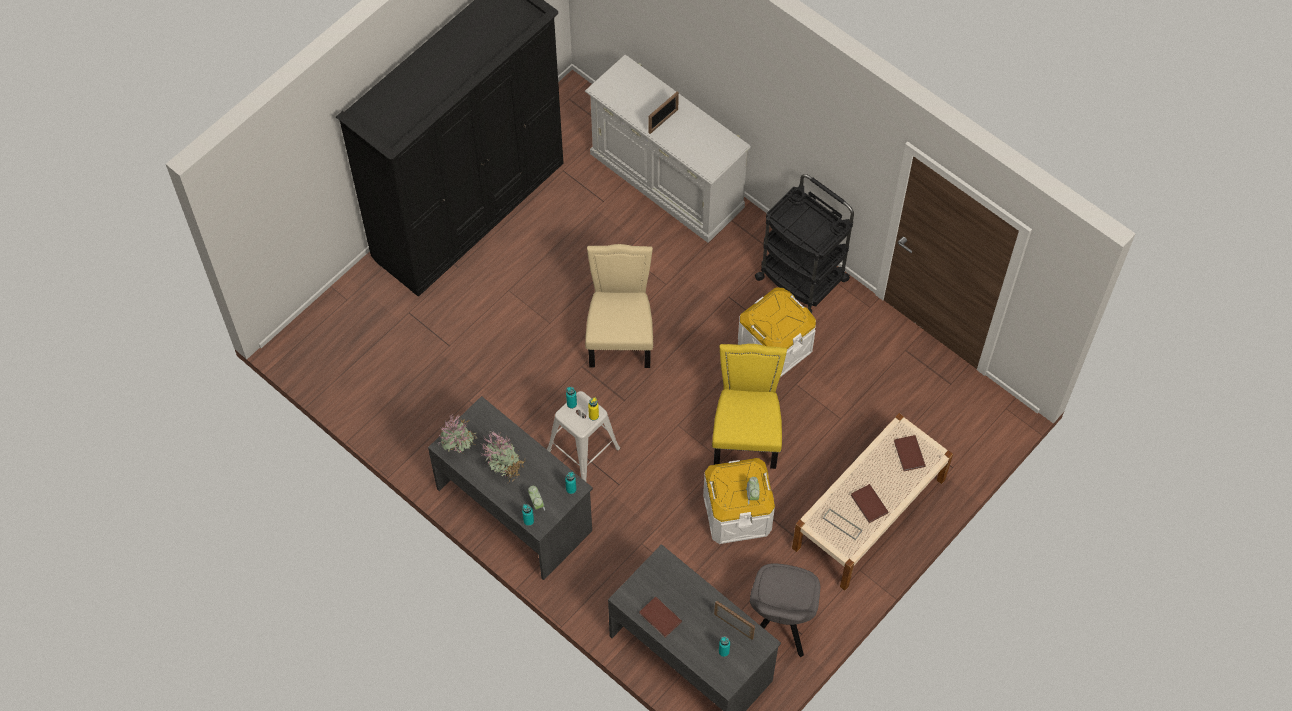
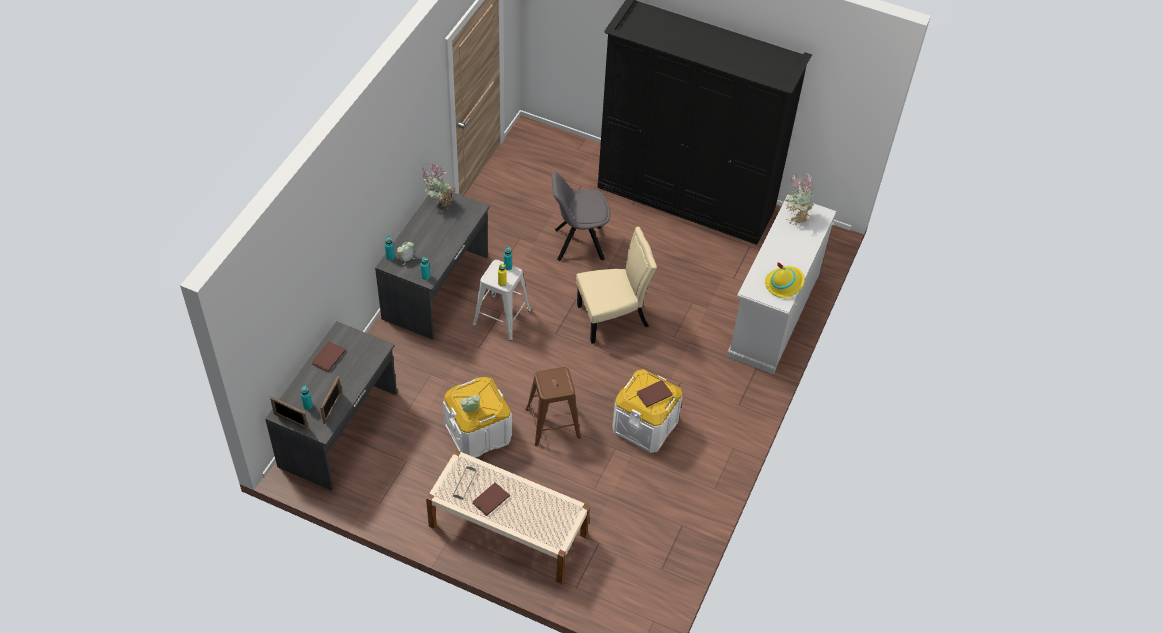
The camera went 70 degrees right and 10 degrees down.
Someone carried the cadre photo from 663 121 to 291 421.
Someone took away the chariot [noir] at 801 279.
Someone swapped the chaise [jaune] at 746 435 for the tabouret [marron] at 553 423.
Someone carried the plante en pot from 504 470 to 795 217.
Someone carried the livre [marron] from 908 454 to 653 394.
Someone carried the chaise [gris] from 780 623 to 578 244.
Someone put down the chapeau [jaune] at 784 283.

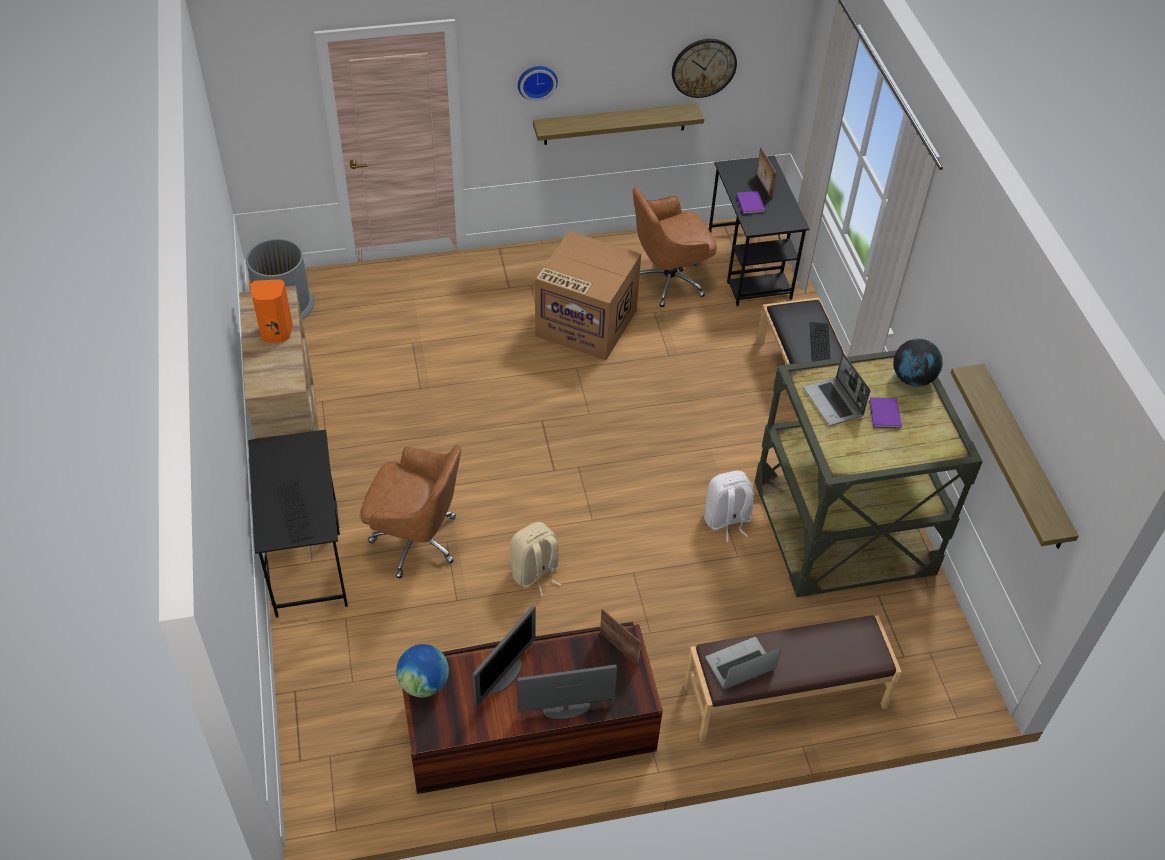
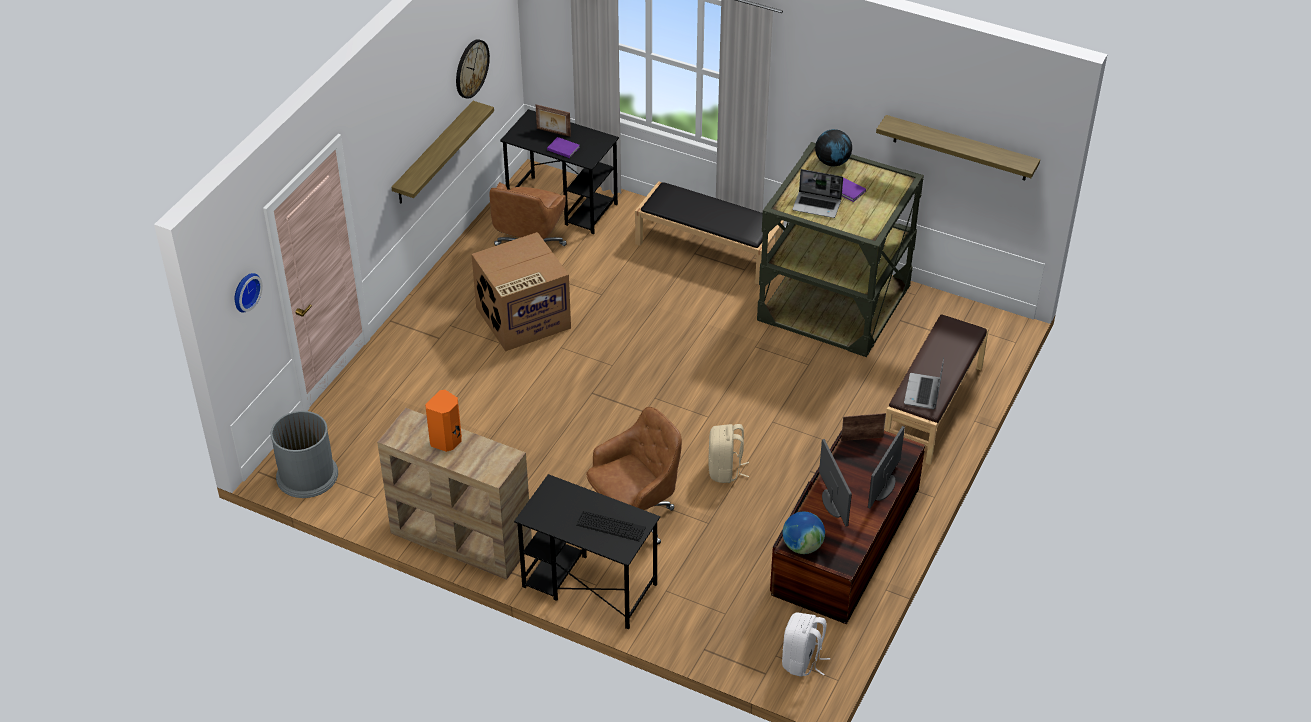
The camera went 50 degrees left and 5 degrees down.
Someone carried the horloge murale from 537 81 to 244 291.
Someone took away the clavier at 820 346.
Someone carried the sac à dos [blanc] from 727 520 to 802 661.

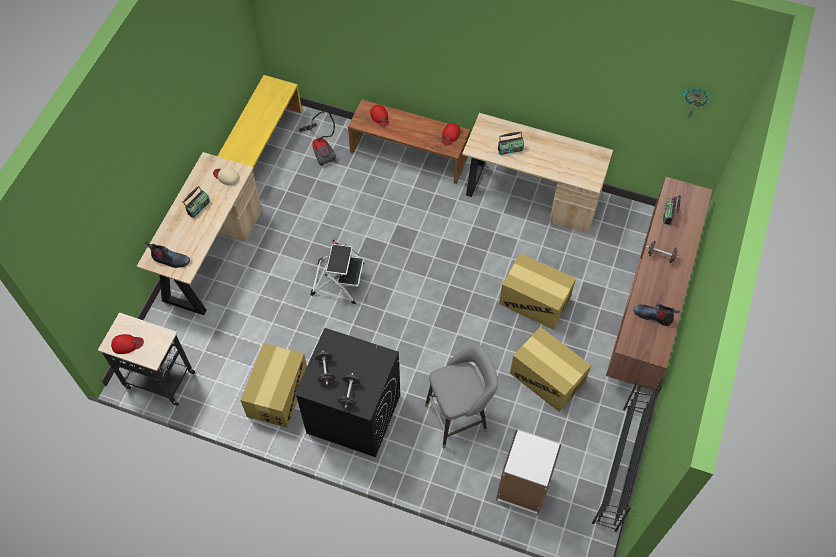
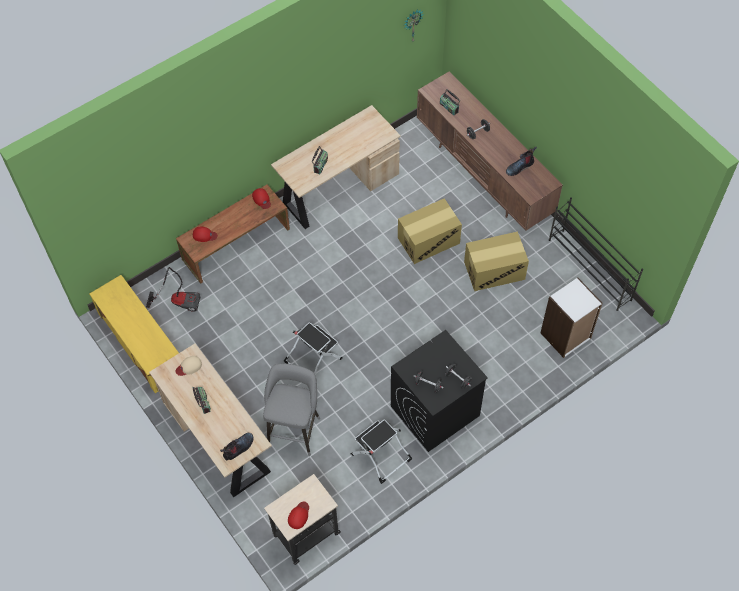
The camera went 55 degrees left and 0 degrees up.
Someone swapped the carton at 277 394 for the escabeau at 381 454.
Someone carried the tabouret [gris] from 459 417 to 295 429.

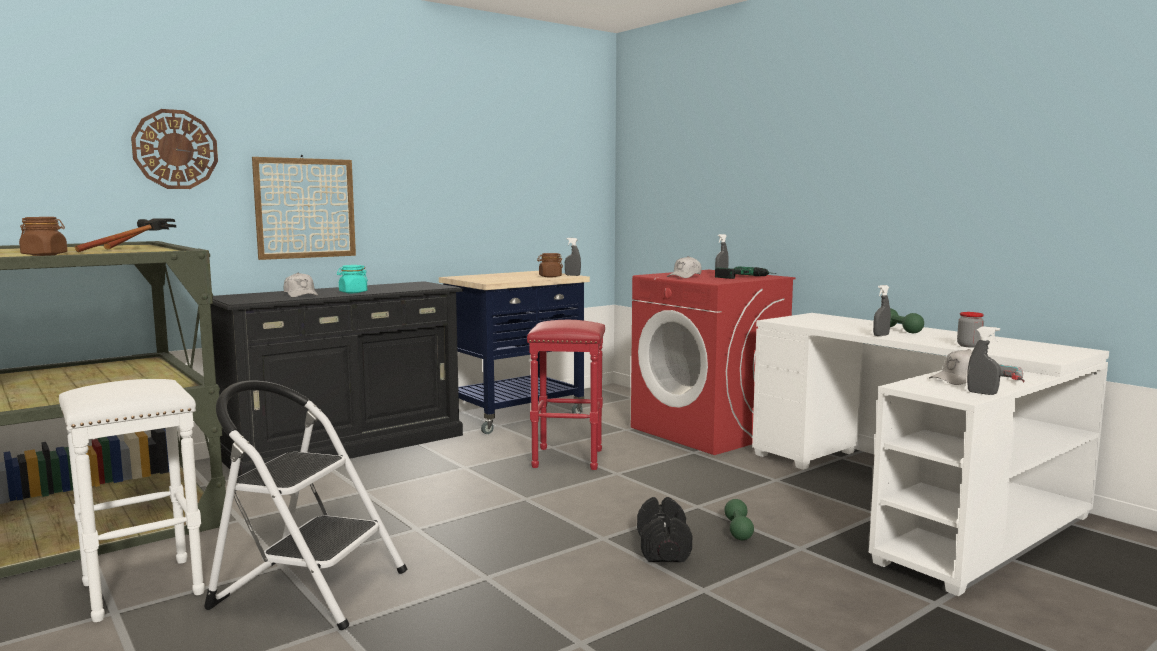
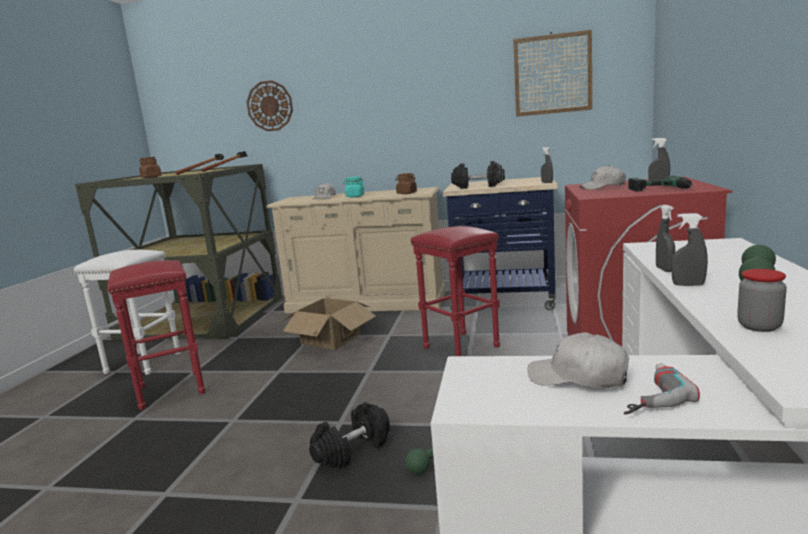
The camera went 50 degrees right and 5 degrees up.
Someone carried the tableau from 305 206 to 552 73.
Someone carried the bocal [marron] from 550 276 to 406 193.
Someone repainted the meuble de rangement [noir] at 347 446, which became the meuble de rangement [beige] at 367 302.
Someone carried the vaporisateur [gris] from 982 393 to 664 270.
Someone swapped the escabeau at 305 589 for the tabouret [rouge] at 172 389.
Someone put down the haltère [noir] at 478 186.
Someone put down the carton at 330 339.

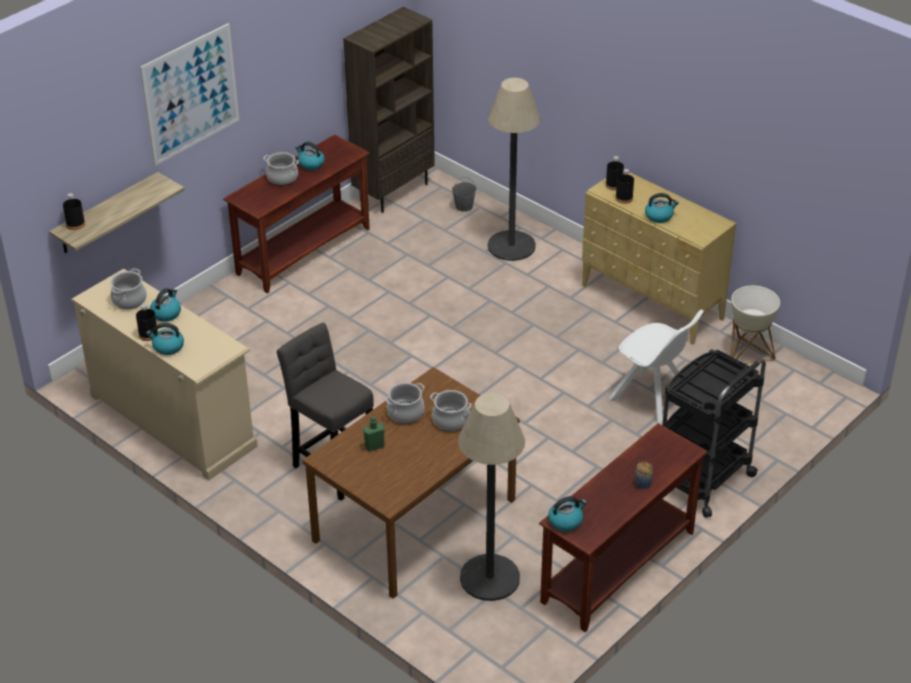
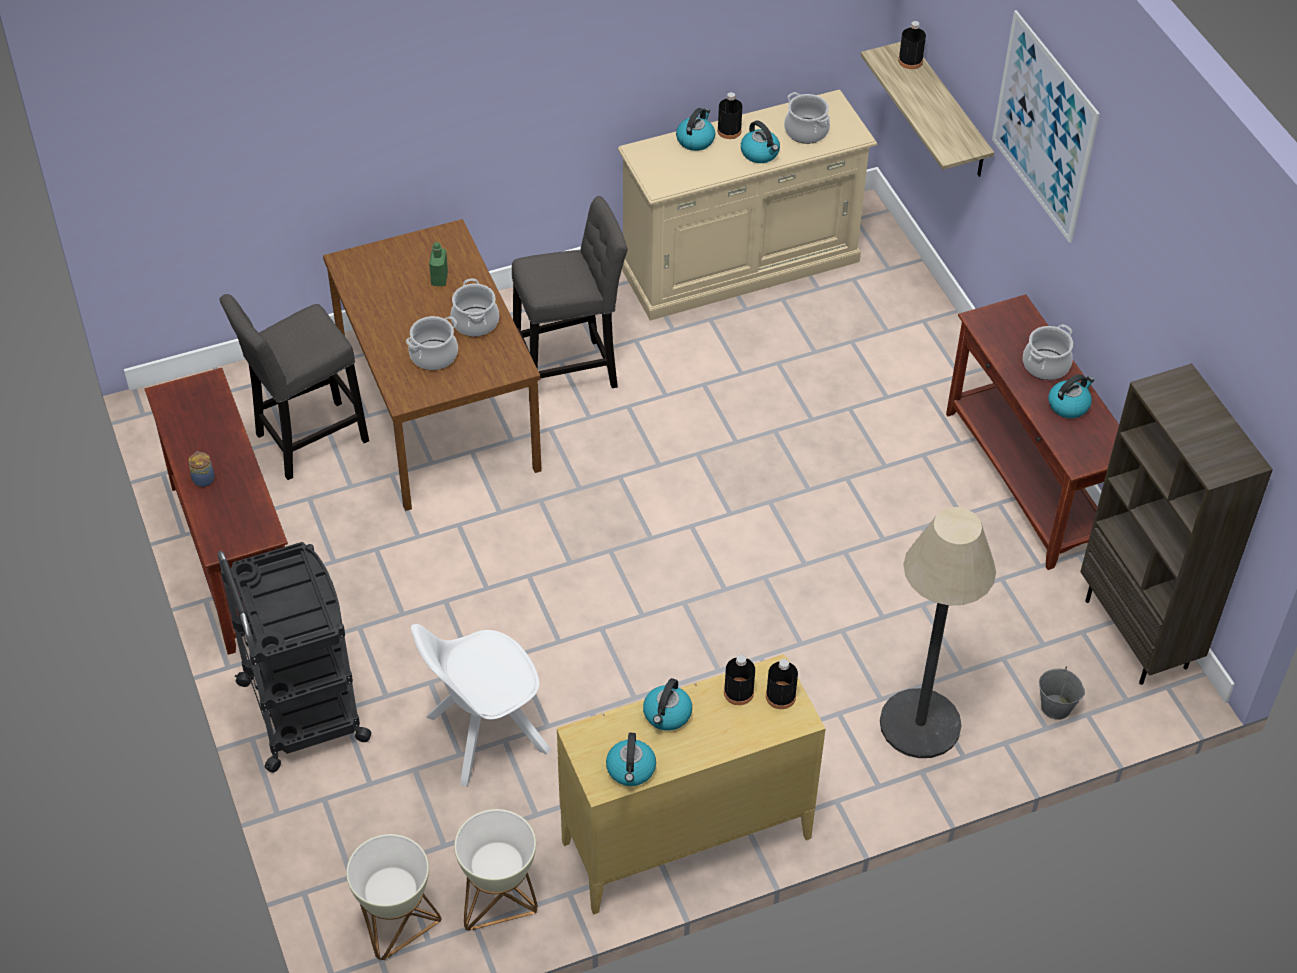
The camera went 115 degrees right and 10 degrees up.
Someone swapped the lampadaire at 489 578 for the tabouret [gris] at 306 441.
Someone carried the bouilloire from 566 521 to 631 770.
Someone put down the cache-pot at 396 926.

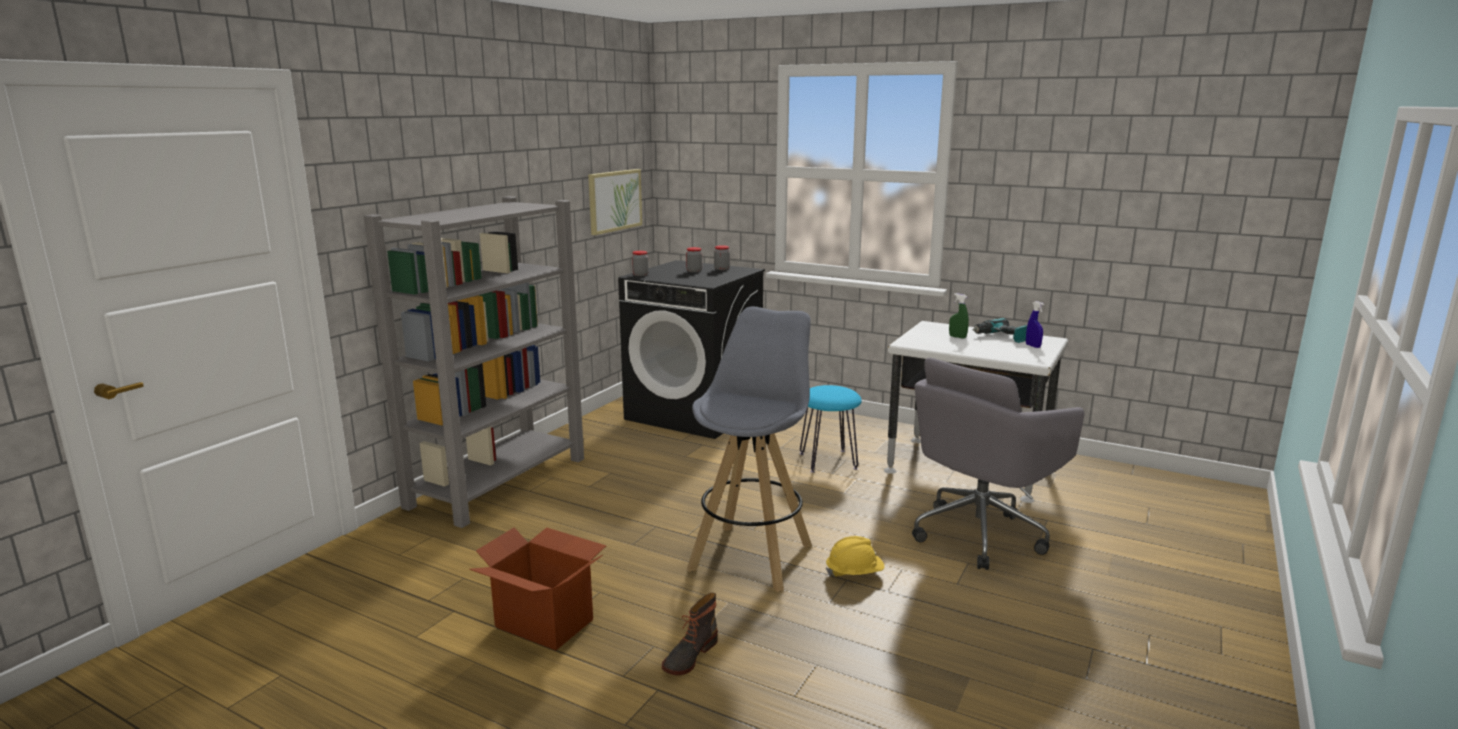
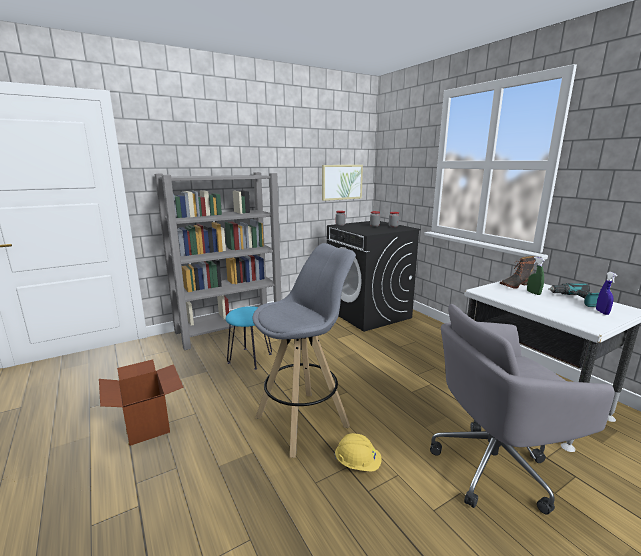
The camera went 30 degrees right and 0 degrees up.
Someone carried the tabouret [turquoise] from 827 461 to 250 358.
Someone carried the botte from 689 656 to 515 284.

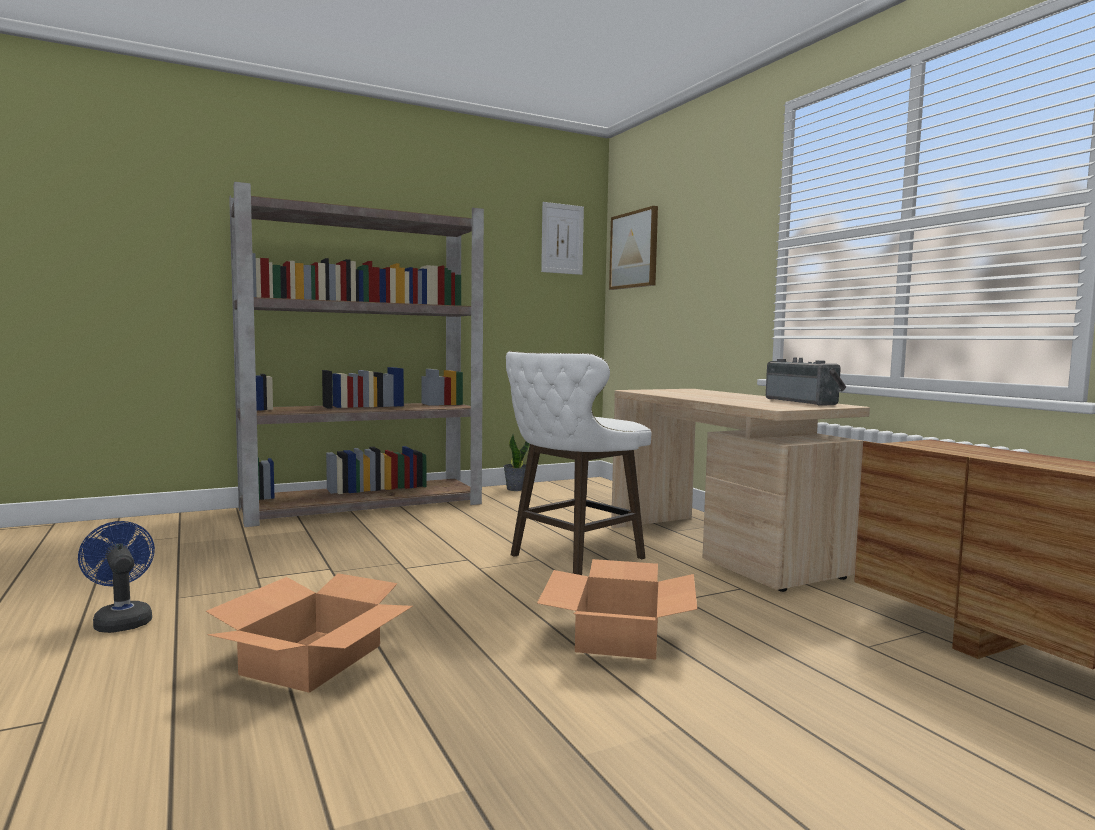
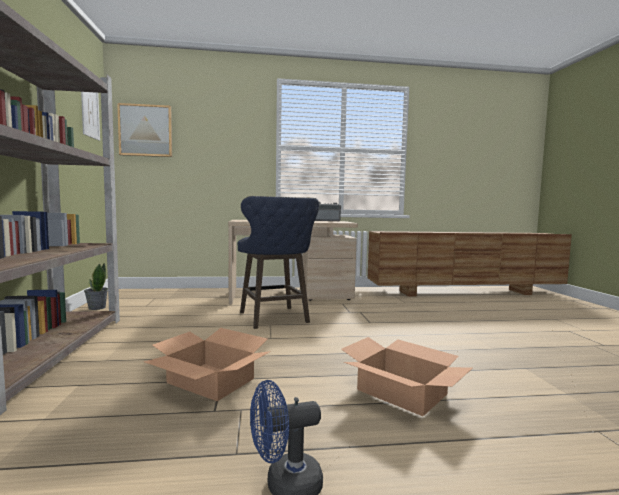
The camera went 70 degrees left and 0 degrees up.
Someone repainted the tabouret [blanc] at 572 558, which became the tabouret [bleu] at 274 318.
Someone carried the carton from 618 634 to 210 381.

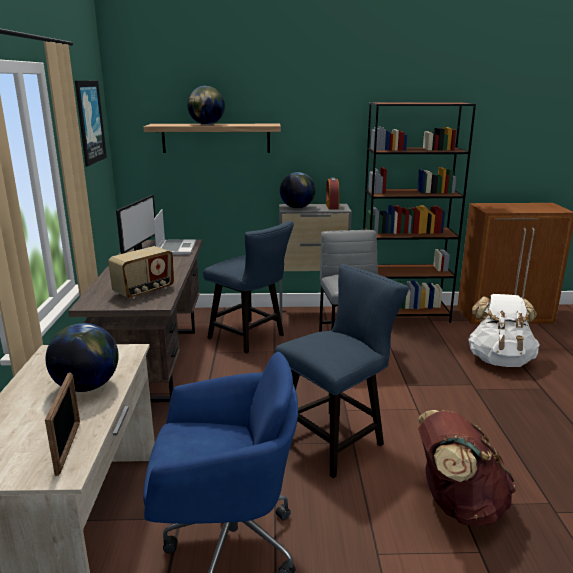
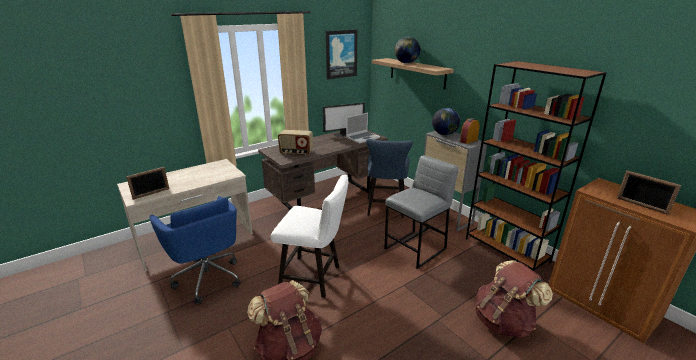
The camera went 55 degrees right and 5 degrees up.
Someone repainted the chaise [bleu] at 336 438, which became the chaise [blanc] at 314 278.
Someone repainted the sac à dos [blanc] at 499 360, which became the sac à dos [marron] at 504 322.
Someone took away the globe at 87 386.
Someone put down the cadre photo at 641 206.

